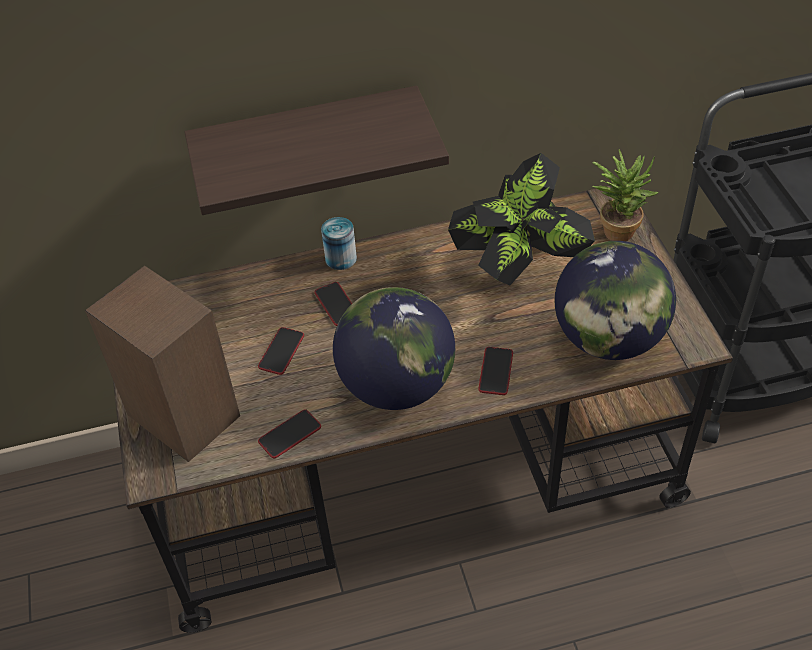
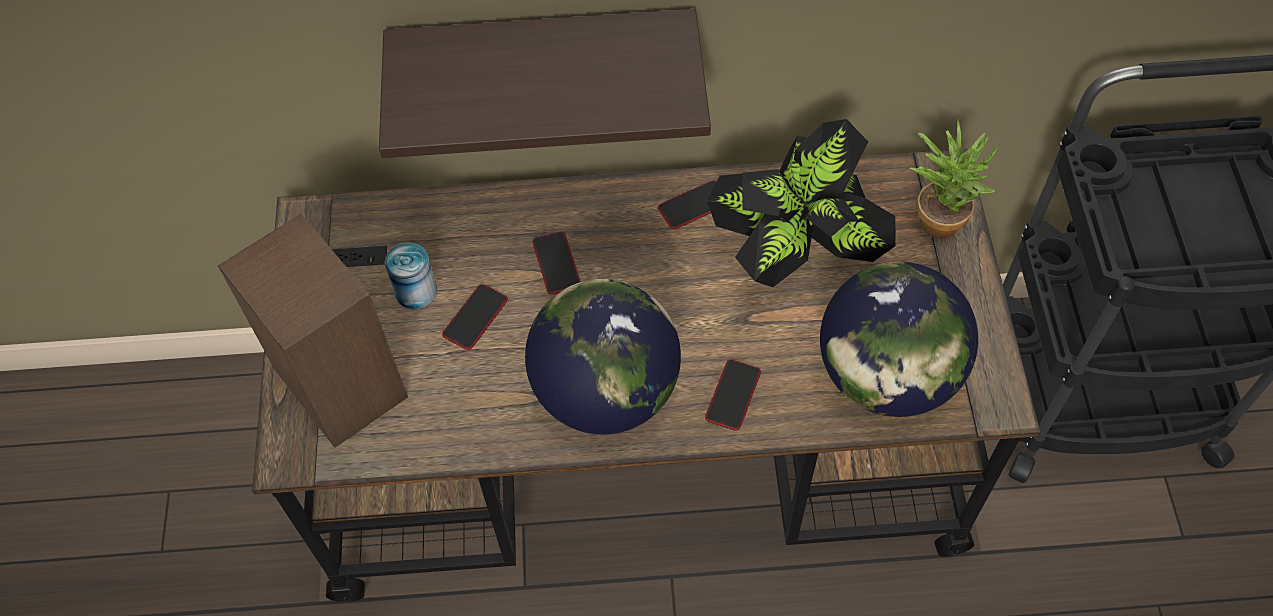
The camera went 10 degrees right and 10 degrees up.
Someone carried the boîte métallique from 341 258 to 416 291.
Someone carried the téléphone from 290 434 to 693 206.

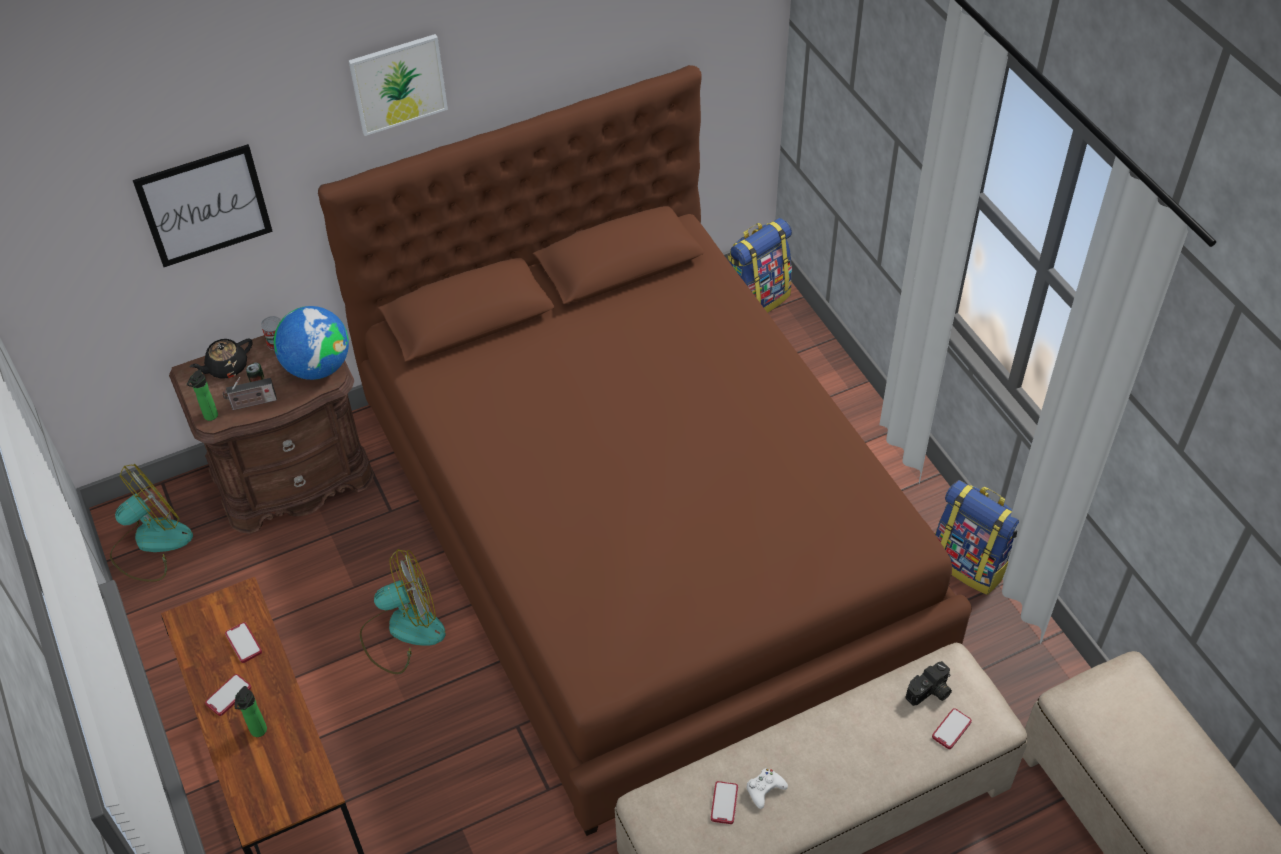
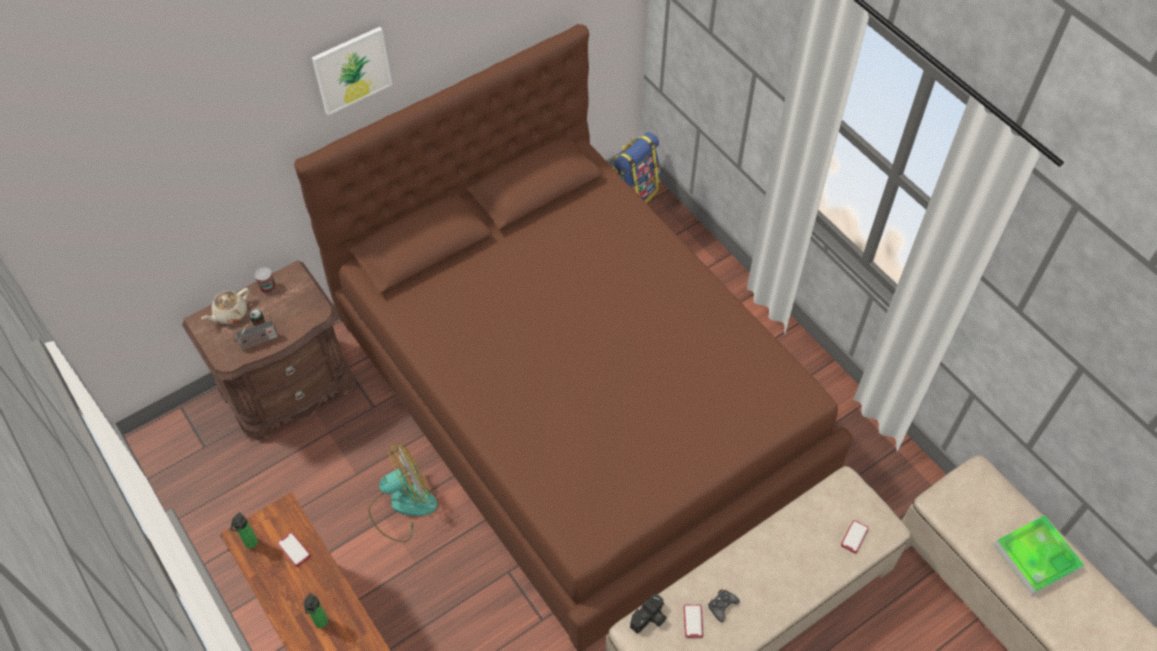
The camera went 10 degrees left and 5 degrees up.
Someone took away the tableau at 204 205.
Someone took away the globe at 317 367.
Someone repainted the théière [noir] at 226 367, which became the théière [beige] at 230 313.
Someone carried the bouteille from 209 417 to 250 544.
Someone took away the ventilateur at 151 543.
Someone took away the sac à dos at 970 563.
Someone carried the appareil photo from 930 692 to 649 619.
Someone took away the téléphone at 228 695.
Someone repainted the manette [blanc] at 764 789, which became the manette [noir] at 722 605.
Someone put down the plateau at 1036 557.

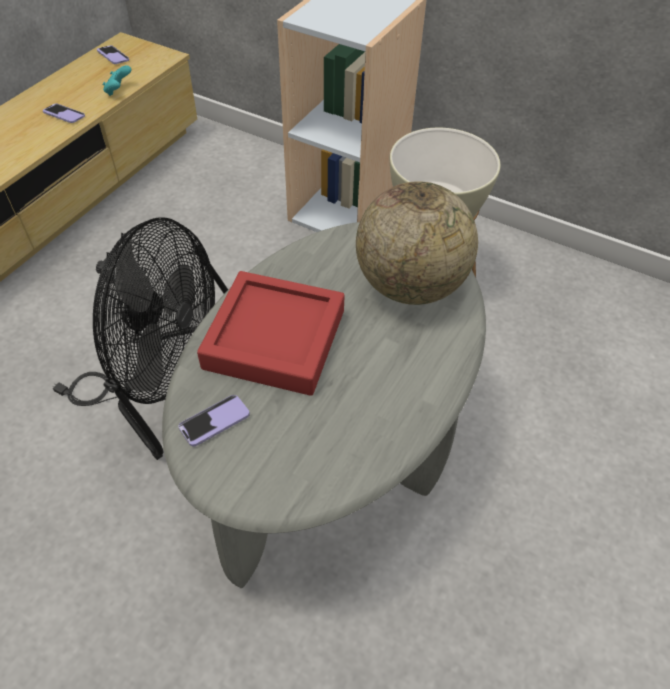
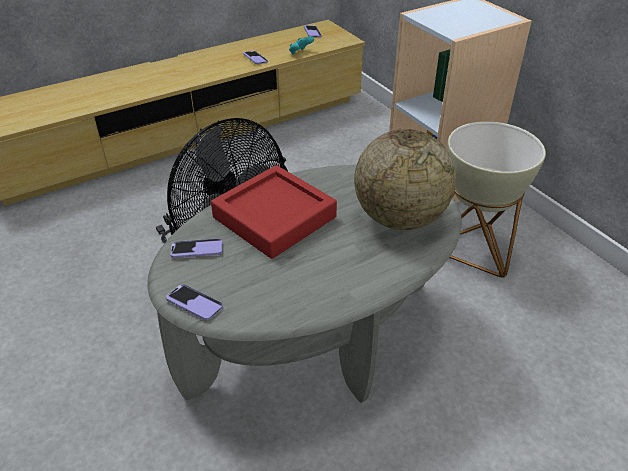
The camera went 30 degrees right and 10 degrees down.
Someone put down the téléphone at 194 303.

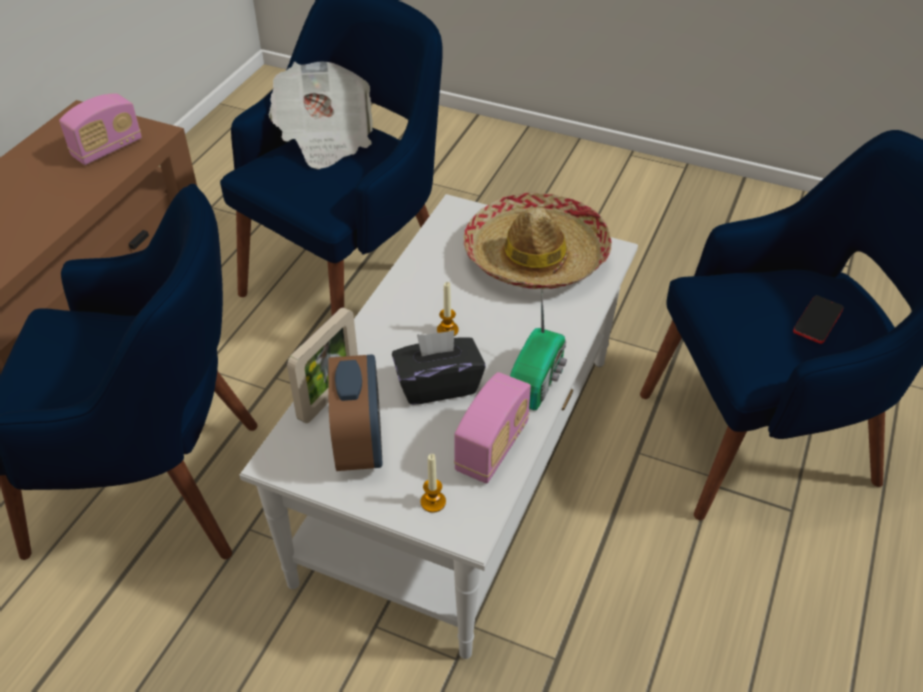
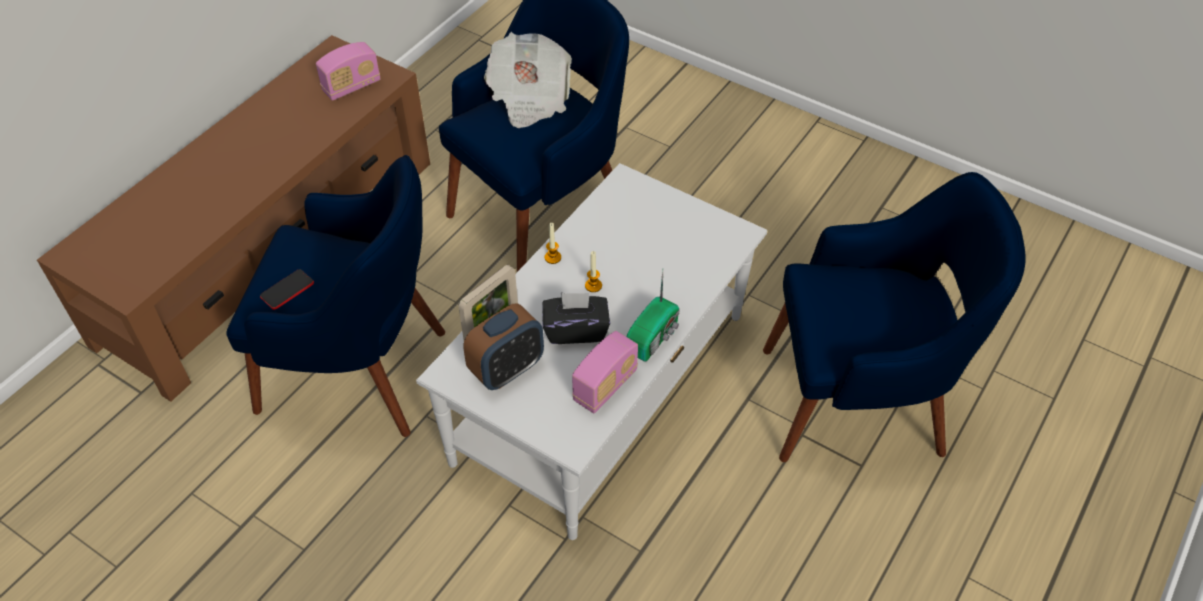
The camera went 10 degrees right and 5 degrees up.
Someone took away the chapeau at 536 256.
Someone carried the téléphone from 818 320 to 287 290.
Someone rotated the réveil at 359 444 by 45 degrees clockwise.
Someone carried the bougie from 433 502 to 552 257.

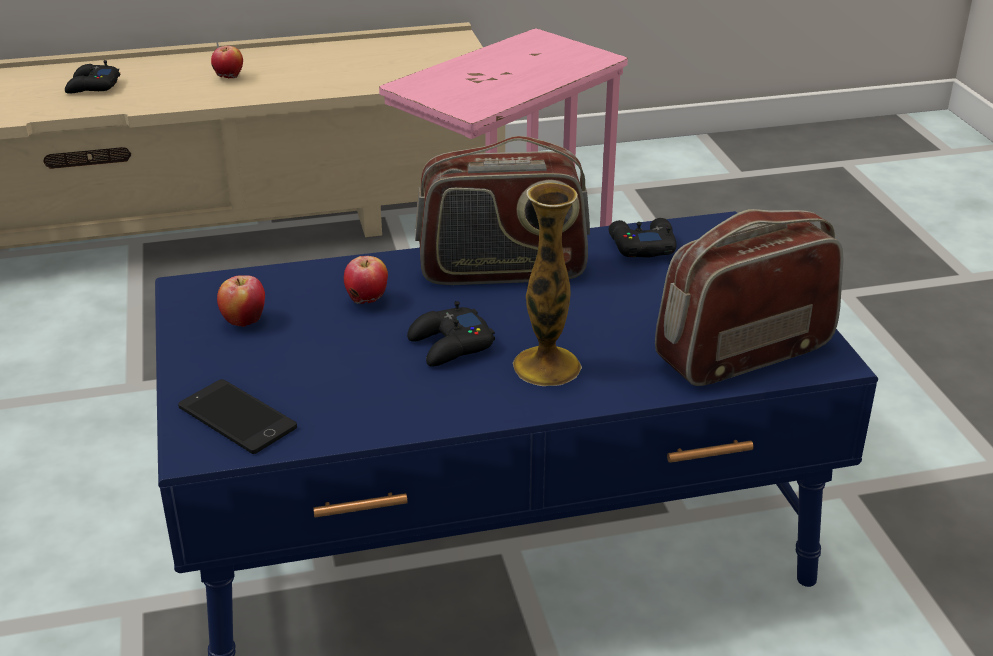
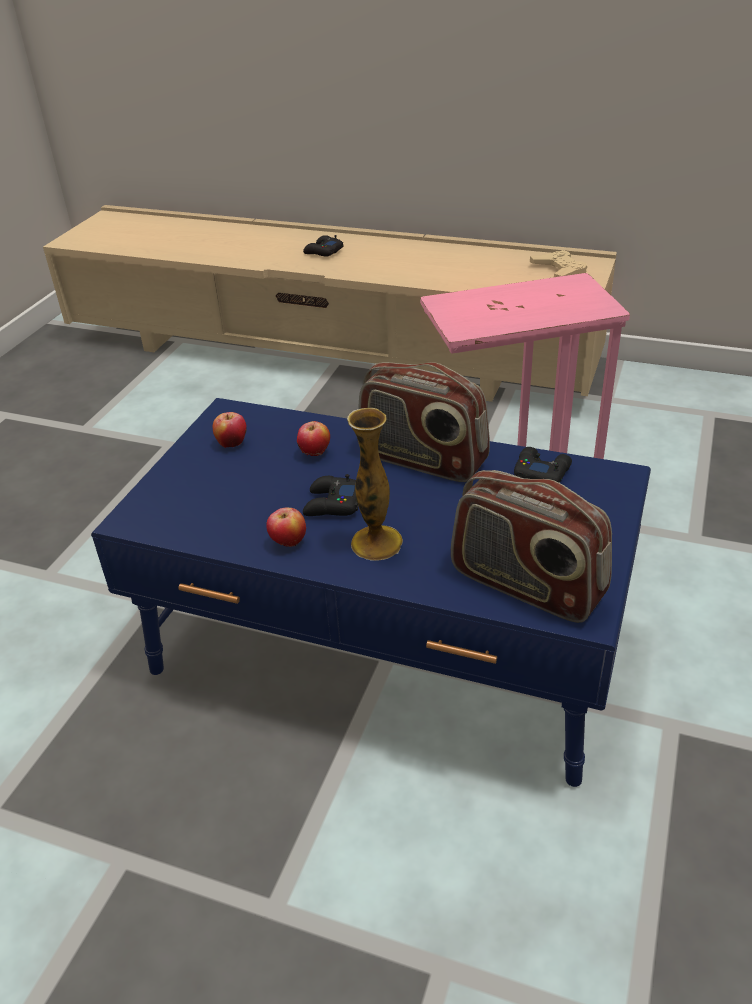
The camera went 35 degrees right and 5 degrees up.
Someone carried the pomme from 229 78 to 288 543.
Someone rotated the radio at 743 352 by 150 degrees counterclockwise.
Someone took away the téléphone at 237 417.
Someone put down the manette [beige] at 559 271.

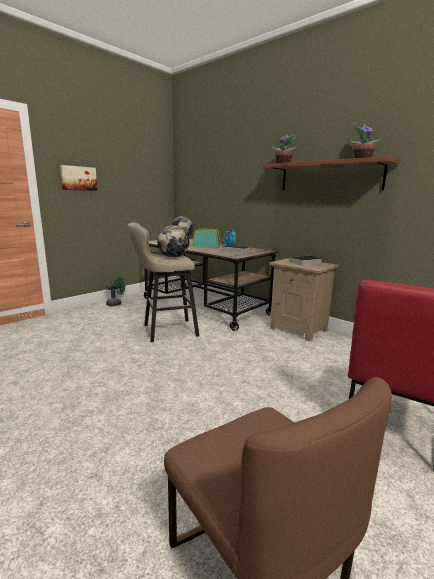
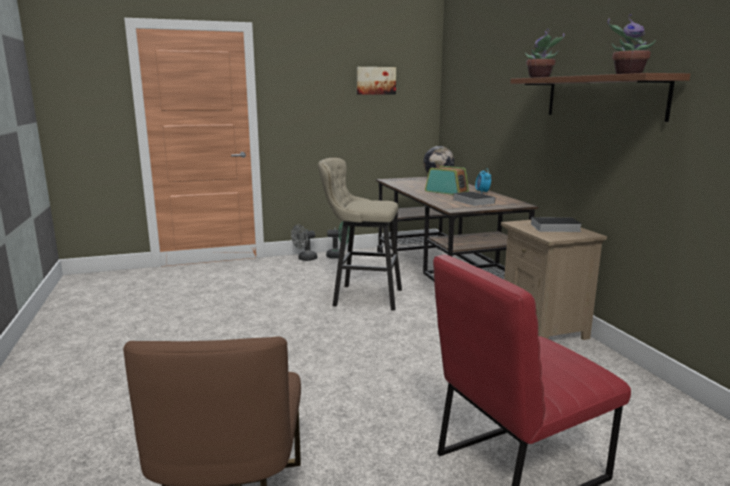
The camera went 30 degrees right and 0 degrees up.
Someone carried the tableau from 78 178 to 375 80.
Someone took away the globe at 173 257.
Someone put down the ventilateur [gris] at 305 259.

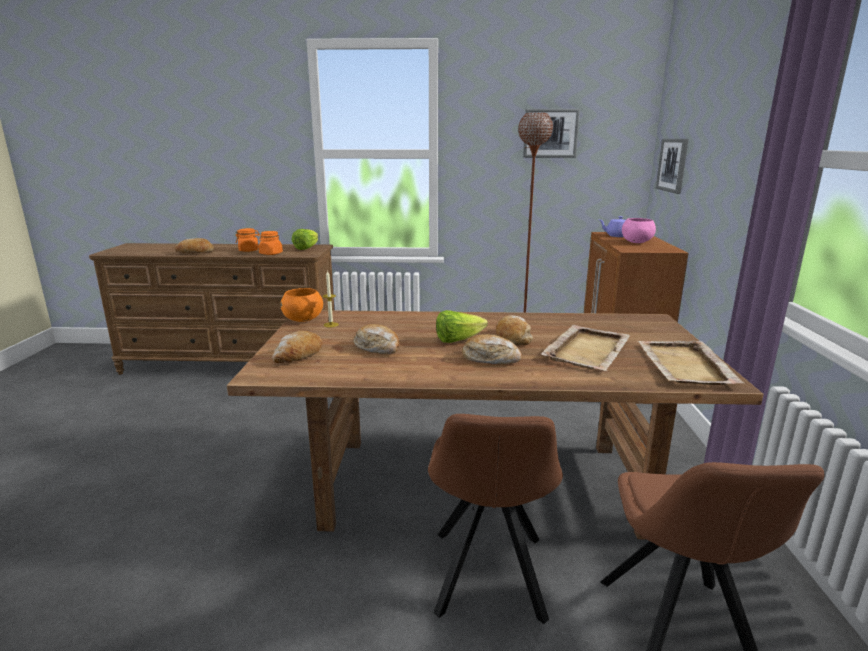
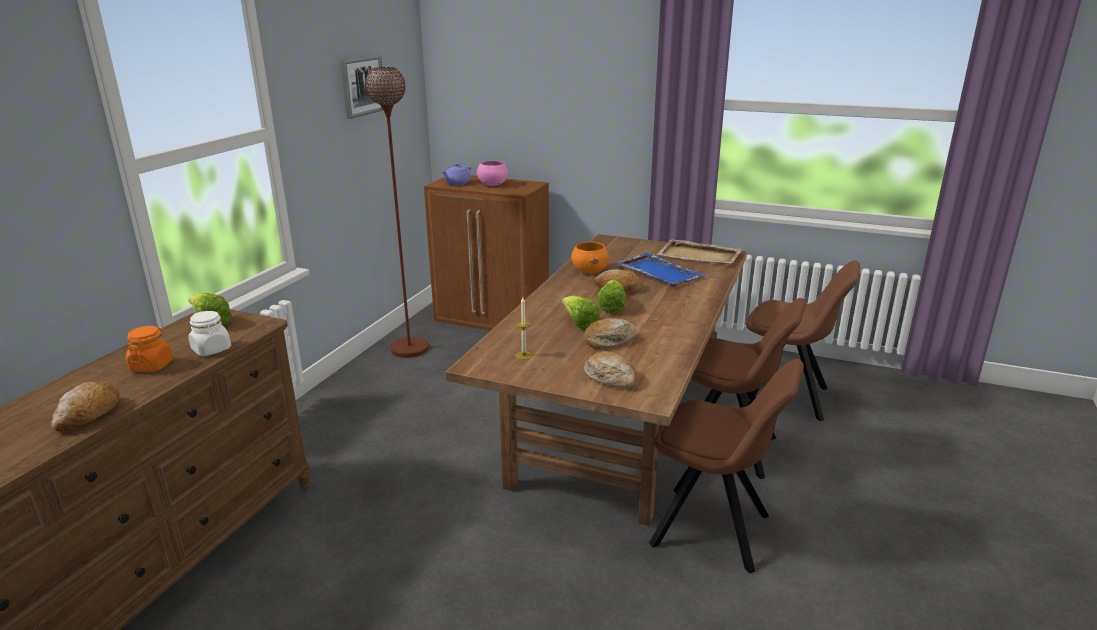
The camera went 70 degrees left and 5 degrees up.
Someone took away the tableau at 673 165.
Someone repainted the bocal [orange] at 271 253, which became the bocal [blanc] at 211 349.
Someone carried the bol [orange] from 303 320 to 590 271.
Someone repainted the plateau [beige] at 587 350, which became the plateau [bleu] at 658 272.
Someone took away the pain at 490 358.
Someone put down the laitue at 579 324.
Someone put down the chaise [marron] at 712 530.

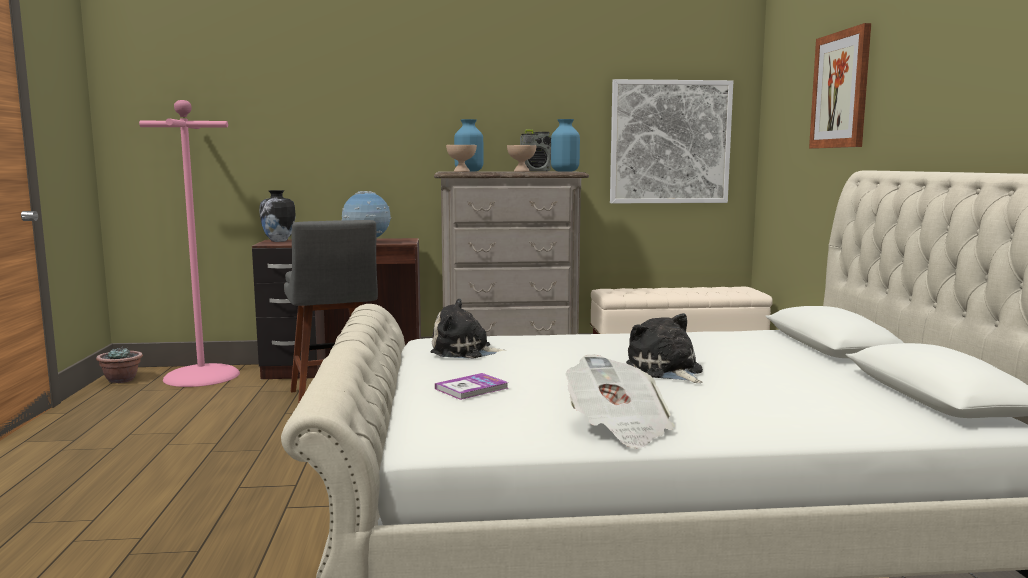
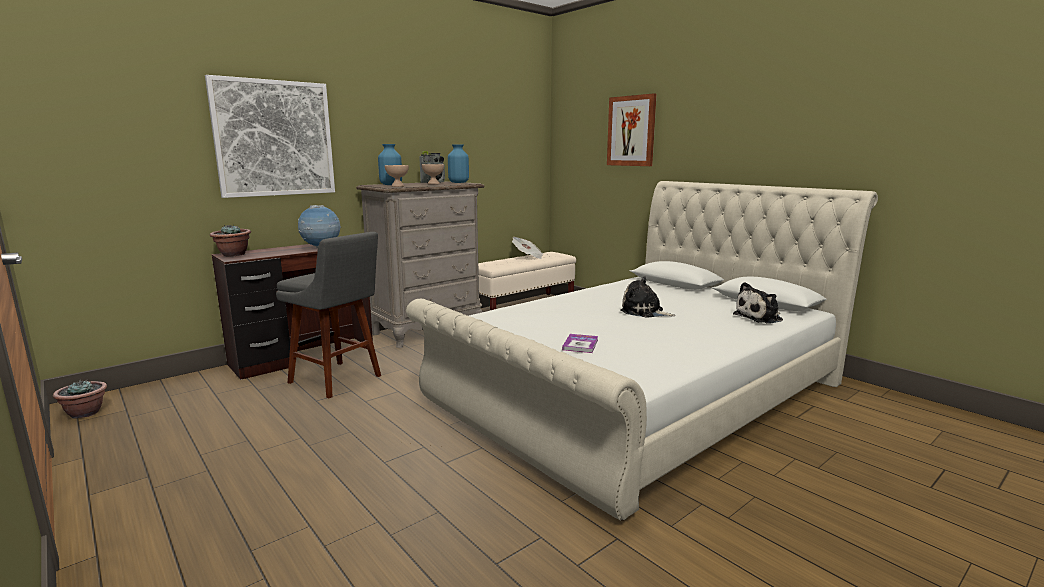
The camera went 35 degrees left and 5 degrees up.
Someone carried the tableau from 670 142 to 274 138.
Someone took away the portant [rose] at 202 376.
Someone swapped the vase at 278 241 for the plante en pot at 233 254.
Someone carried the peluche from 465 351 to 760 317.
Someone carried the journal from 618 428 to 528 256.

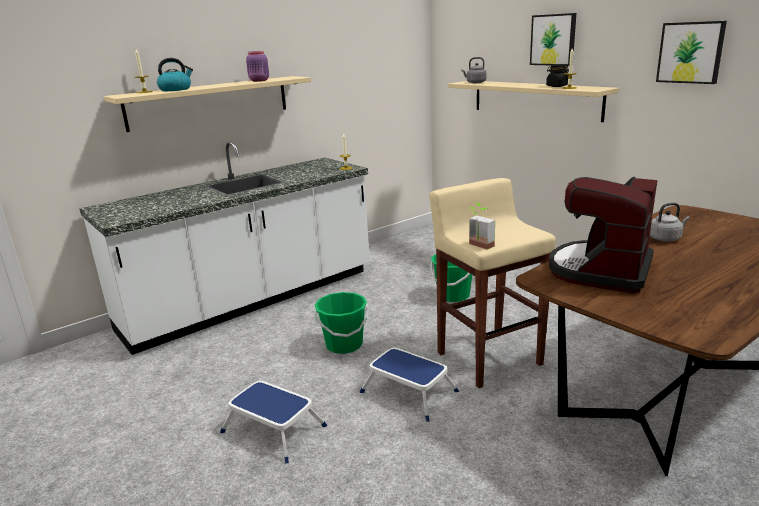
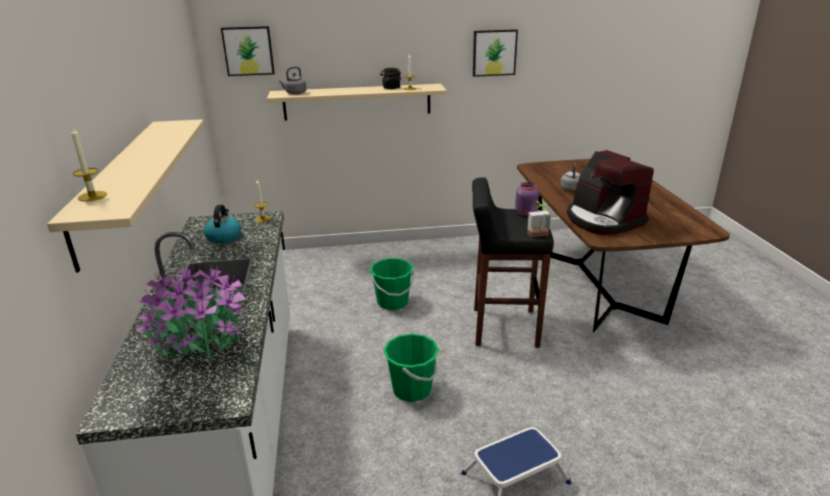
The camera went 60 degrees left and 5 degrees up.
Someone carried the tableau from 553 40 to 248 51.
Someone carried the bocal [violet] from 259 81 to 526 213.
Someone carried the bouilloire from 176 89 to 223 237.
Someone repainted the tabouret [beige] at 488 358, which became the tabouret [noir] at 503 327.
Someone took away the escabeau [bleu] at 409 391.
Someone put down the plante en pot at 200 340.

